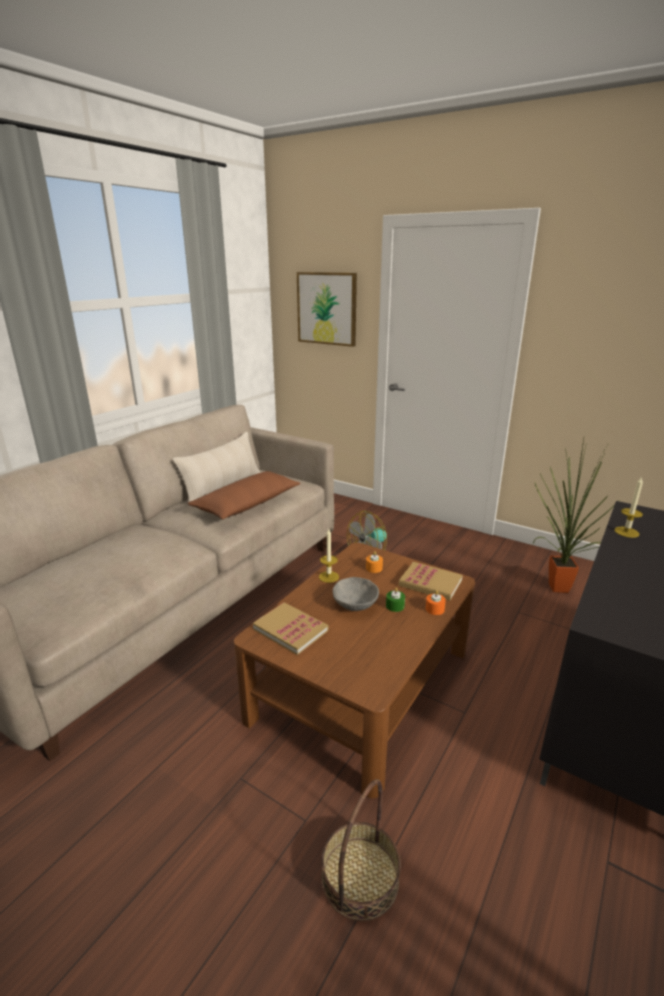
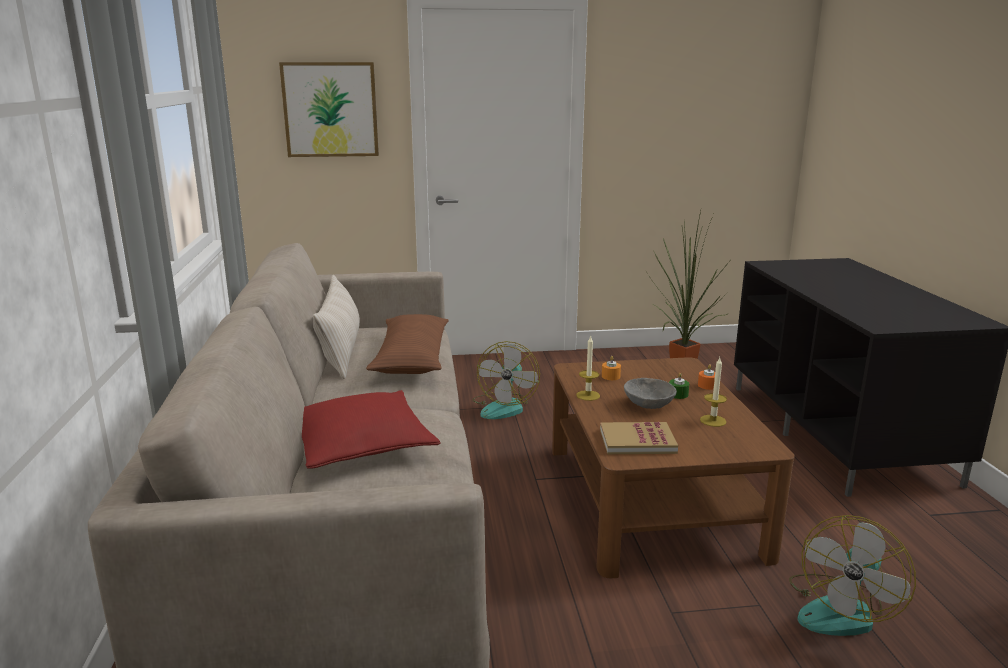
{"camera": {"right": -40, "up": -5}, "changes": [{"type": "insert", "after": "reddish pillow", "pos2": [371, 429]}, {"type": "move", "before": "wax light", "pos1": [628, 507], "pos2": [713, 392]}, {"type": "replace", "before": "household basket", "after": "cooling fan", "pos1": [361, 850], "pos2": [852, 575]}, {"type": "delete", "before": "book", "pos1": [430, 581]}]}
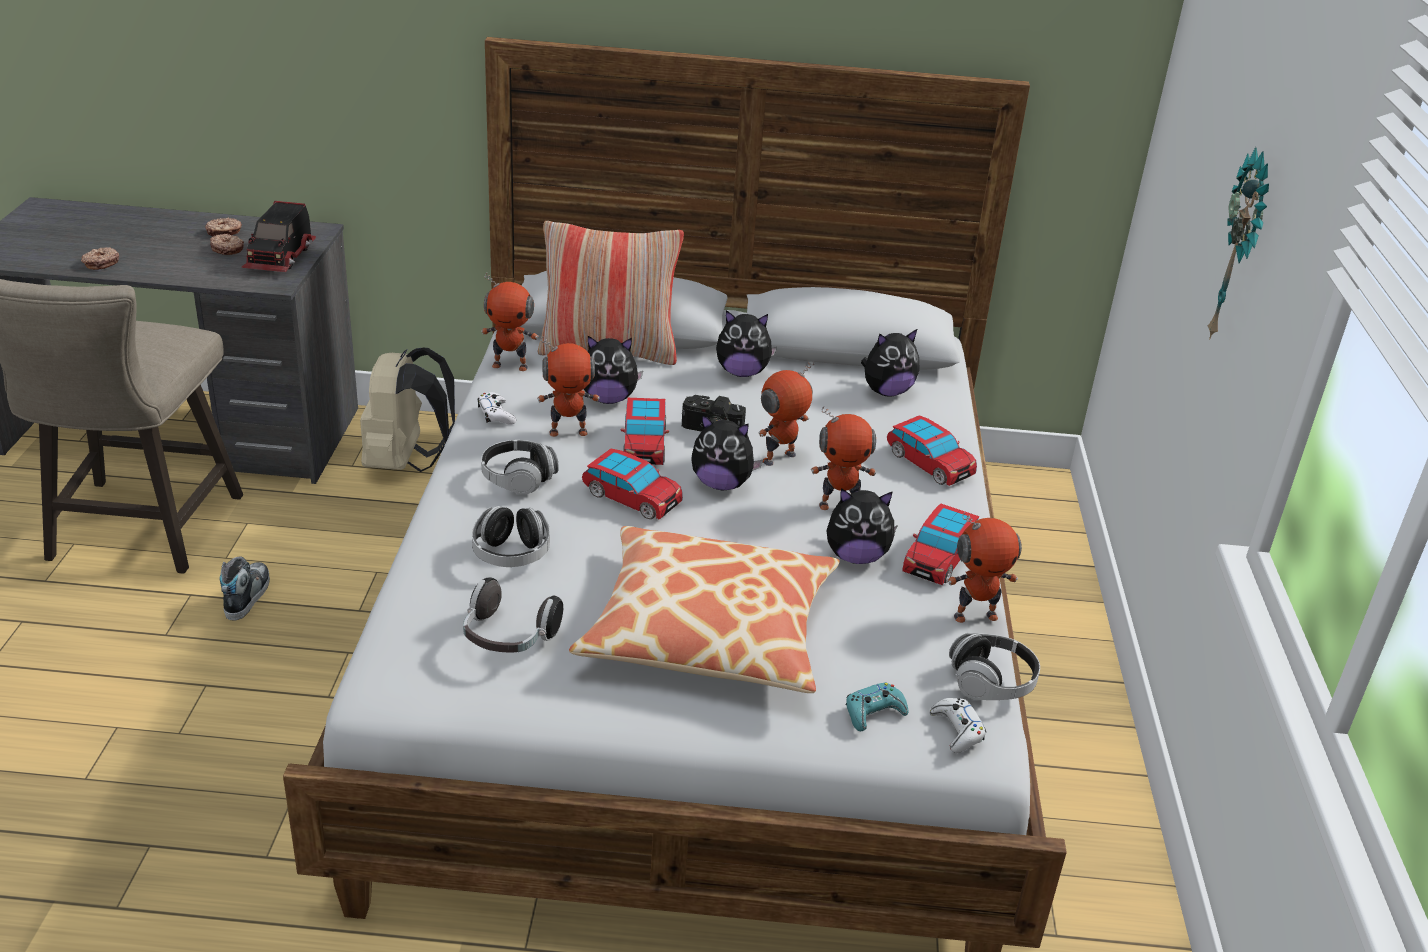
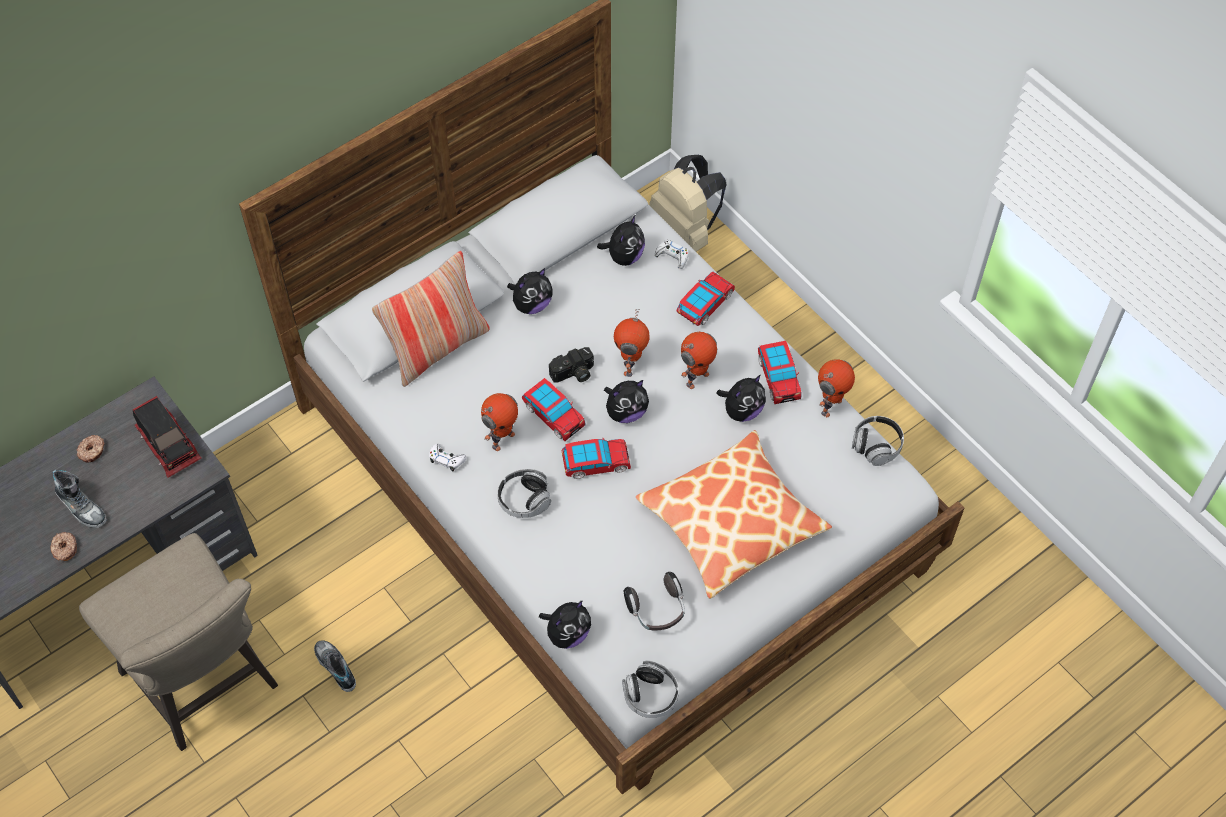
{"camera": {"right": -40, "up": 25}, "changes": [{"type": "insert", "after": "item of footwear", "pos2": [79, 498]}, {"type": "move", "before": "plush toy", "pos1": [613, 370], "pos2": [565, 624]}, {"type": "move", "before": "headset", "pos1": [511, 536], "pos2": [650, 689]}, {"type": "move", "before": "beige-coloured rucksack", "pos1": [407, 410], "pos2": [688, 203]}, {"type": "move", "before": "white gamepad", "pos1": [957, 725], "pos2": [671, 254]}, {"type": "rotate", "before": "model car", "pos1": [932, 450], "pos2": [705, 299], "turn": -60}, {"type": "delete", "before": "donut", "pos1": [227, 244]}, {"type": "delete", "before": "toy robot", "pos1": [510, 321]}, {"type": "delete", "before": "turquoise gamepad", "pos1": [877, 707]}, {"type": "delete", "before": "clock on the wall", "pos1": [1238, 243]}]}
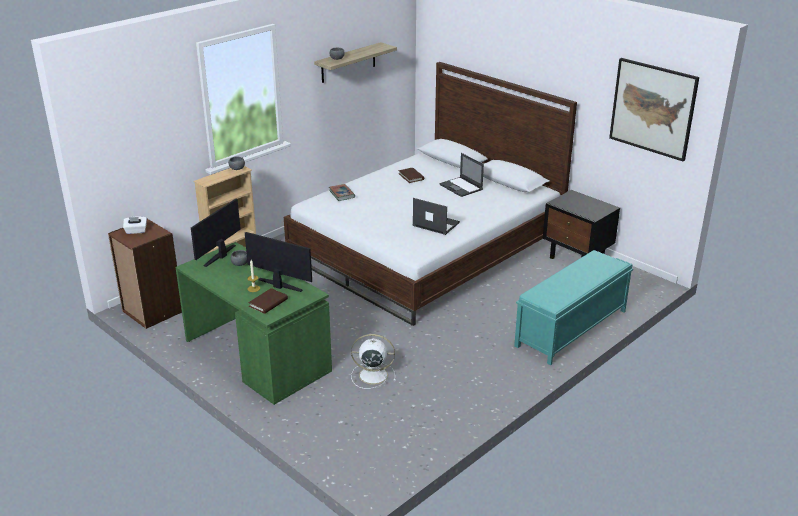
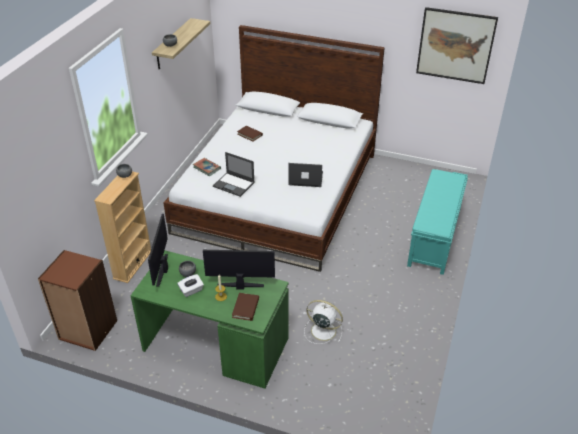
{"camera": {"right": -25, "up": 10}, "changes": [{"type": "move", "before": "white tissue holder", "pos1": [135, 225], "pos2": [191, 285]}, {"type": "move", "before": "portable computer", "pos1": [462, 175], "pos2": [234, 174]}, {"type": "rotate", "before": "white cooling fan", "pos1": [373, 361], "pos2": [323, 322], "turn": 45}, {"type": "delete", "before": "blackish bedside table", "pos1": [581, 224]}]}
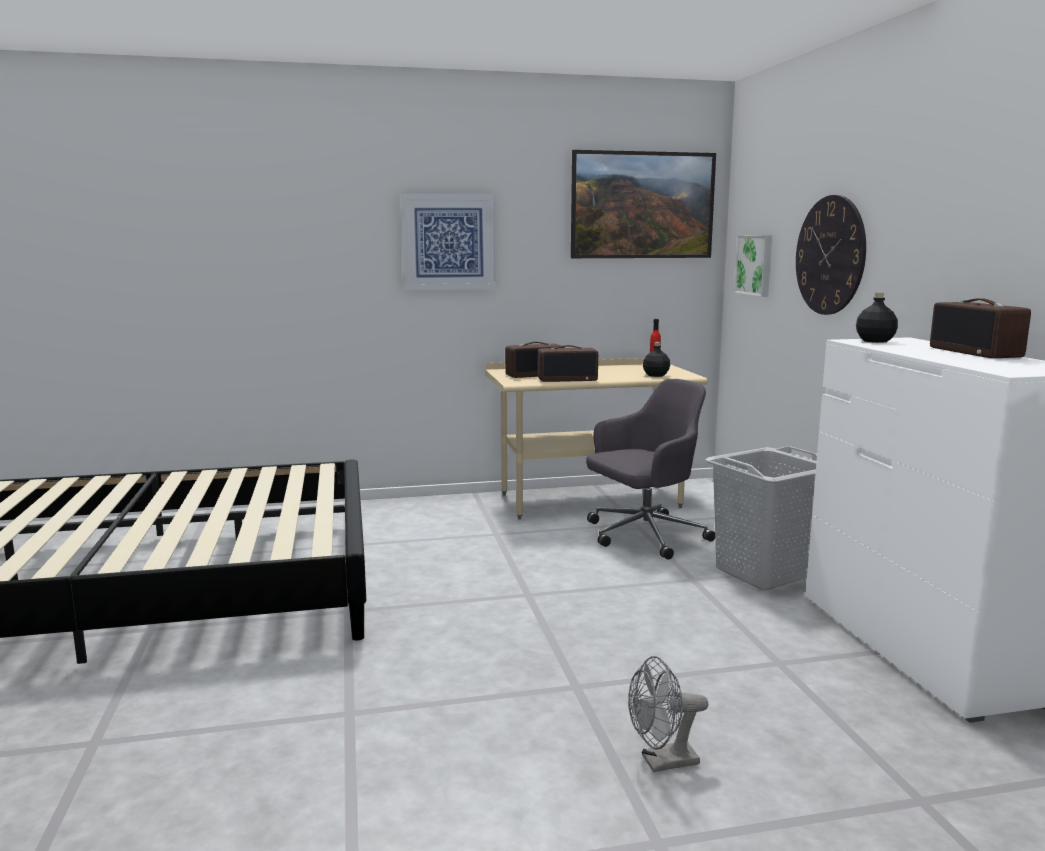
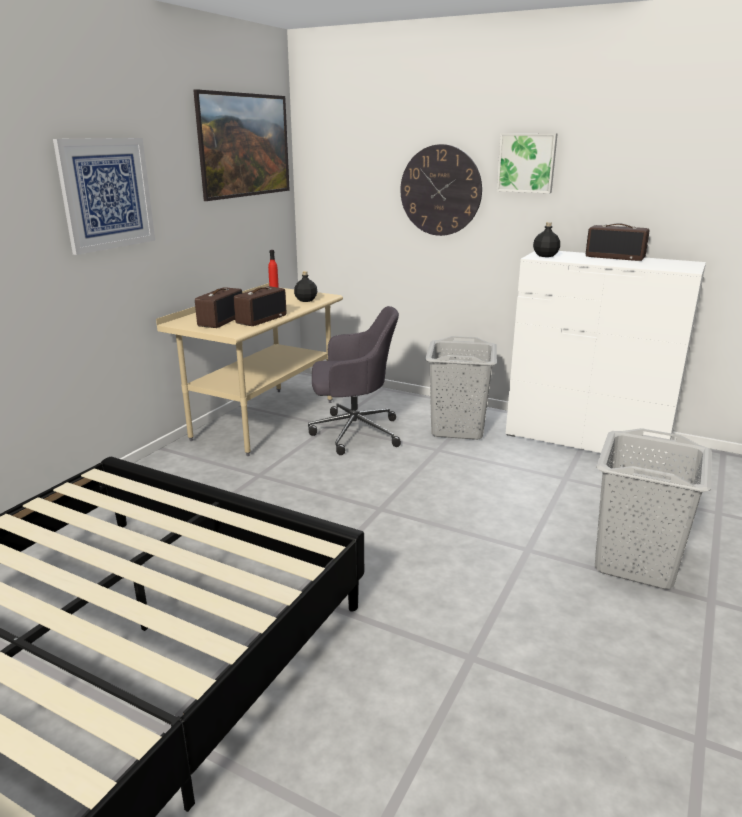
{"camera": {"right": -50, "up": 10}, "changes": [{"type": "rotate", "before": "gray computer chair", "pos1": [650, 469], "pos2": [354, 380], "turn": 75}, {"type": "move", "before": "picture", "pos1": [753, 266], "pos2": [527, 163]}, {"type": "replace", "before": "gray cooling fan", "after": "gray washing basket", "pos1": [668, 714], "pos2": [653, 508]}]}
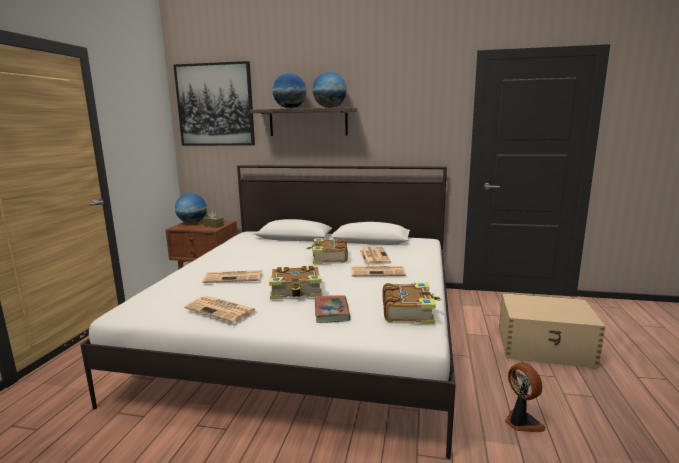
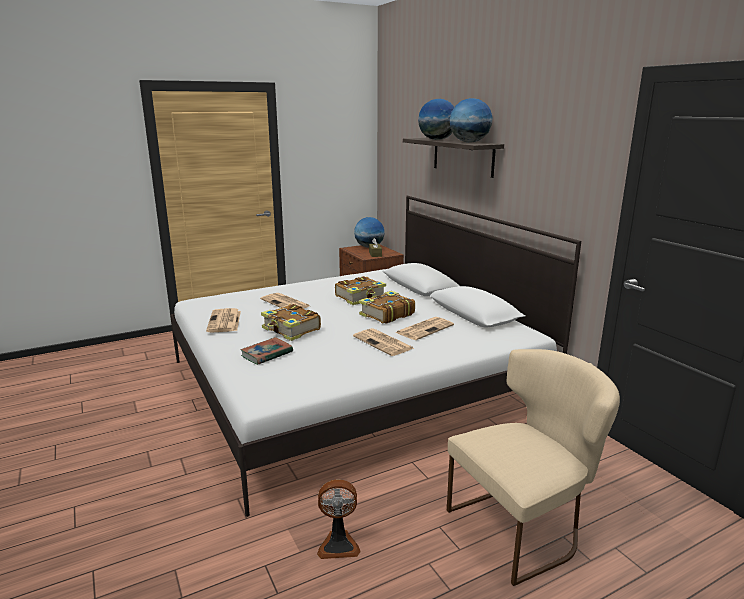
{"camera": {"right": 50, "up": 5}, "changes": [{"type": "rotate", "before": "cooling fan", "pos1": [525, 397], "pos2": [338, 519], "turn": 60}, {"type": "move", "before": "book", "pos1": [412, 303], "pos2": [360, 290]}, {"type": "replace", "before": "beige-coloured storage box", "after": "beige-coloured upright chair", "pos1": [552, 331], "pos2": [533, 467]}, {"type": "delete", "before": "picture", "pos1": [214, 103]}]}
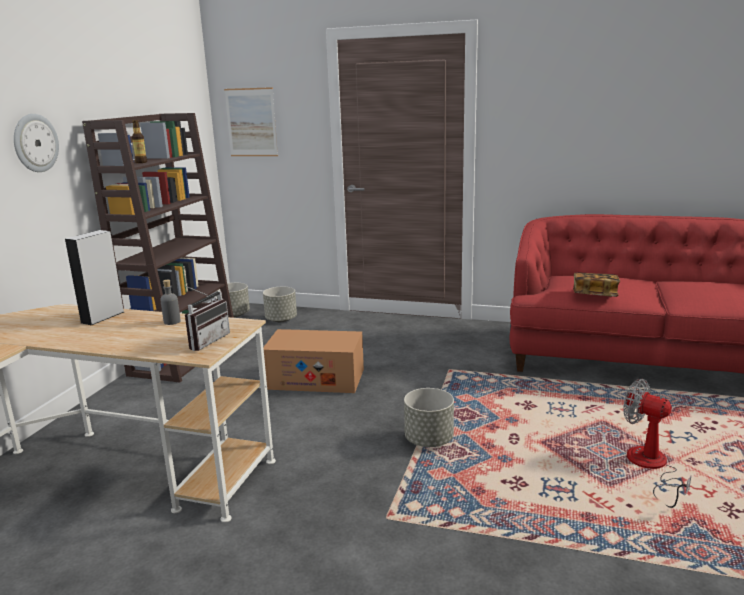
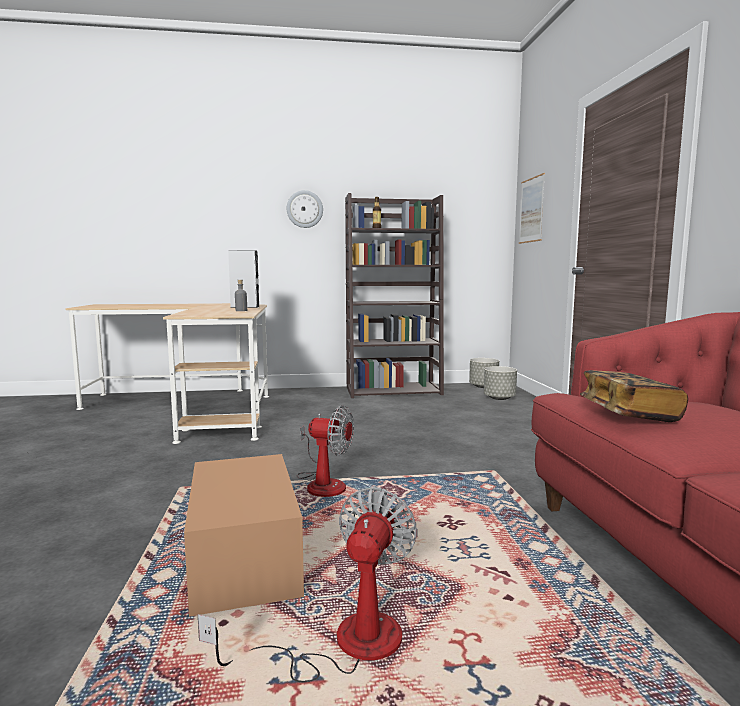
{"camera": {"right": 65, "up": -10}, "changes": [{"type": "move", "before": "packing box", "pos1": [313, 361], "pos2": [244, 535]}, {"type": "replace", "before": "gray plant pot", "after": "cooling fan", "pos1": [429, 417], "pos2": [325, 451]}, {"type": "delete", "before": "radio receiver", "pos1": [207, 318]}]}
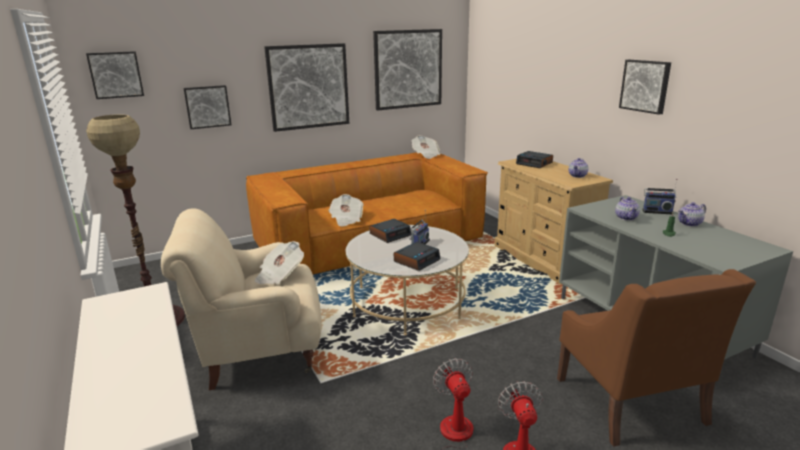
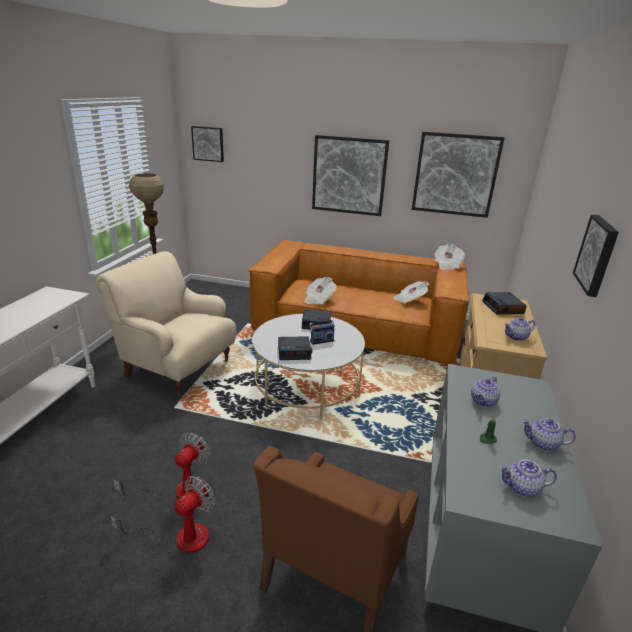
{"camera": {"right": 40, "up": 5}, "changes": [{"type": "move", "before": "printed paper", "pos1": [279, 263], "pos2": [411, 292]}, {"type": "insert", "after": "pot for tea", "pos2": [528, 478]}, {"type": "delete", "before": "picture", "pos1": [207, 107]}, {"type": "delete", "before": "radio receiver", "pos1": [659, 196]}]}
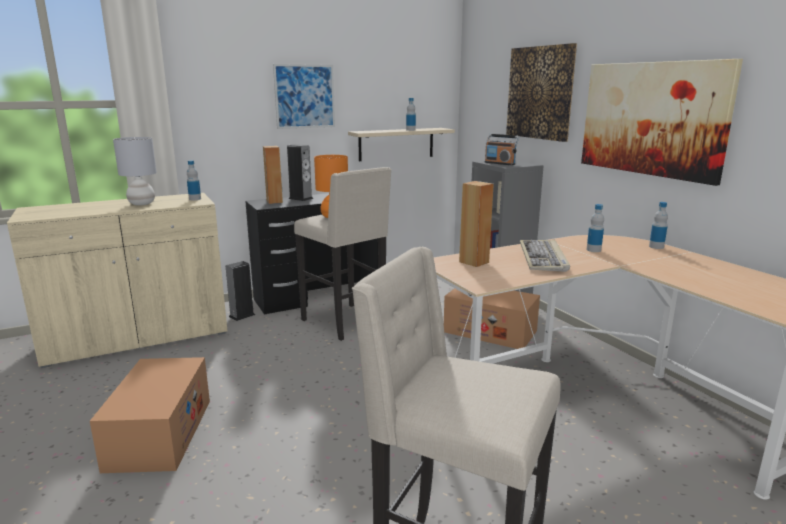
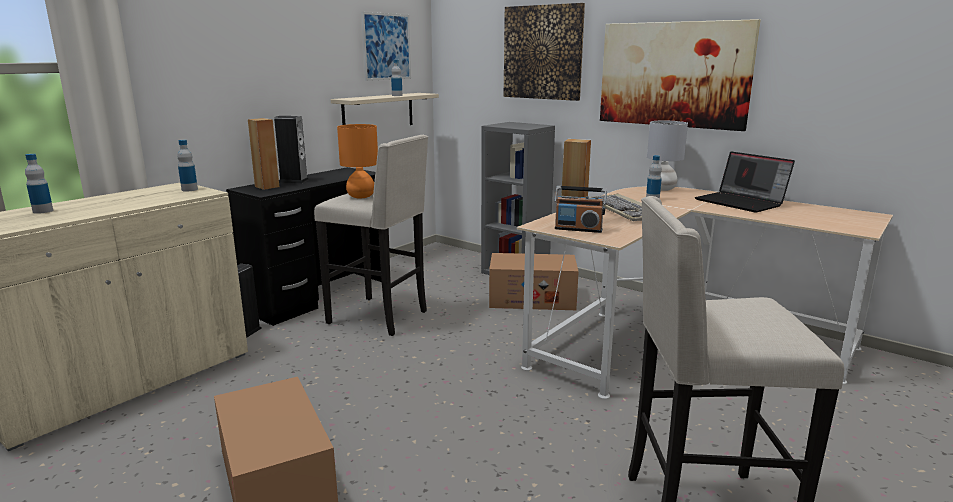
{"camera": {"right": -25, "up": 0}, "changes": [{"type": "move", "before": "beverage bottle", "pos1": [658, 225], "pos2": [39, 184]}, {"type": "move", "before": "picture", "pos1": [304, 96], "pos2": [386, 46]}, {"type": "move", "before": "radio receiver", "pos1": [502, 149], "pos2": [580, 209]}, {"type": "move", "before": "gray lamp for a table", "pos1": [135, 171], "pos2": [667, 156]}, {"type": "insert", "after": "portable computer", "pos2": [745, 181]}]}
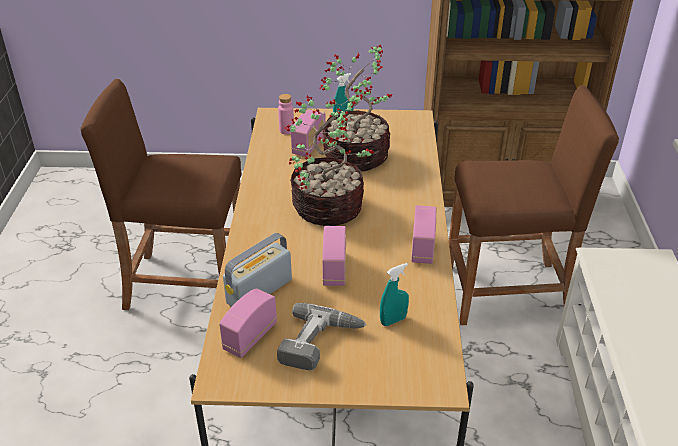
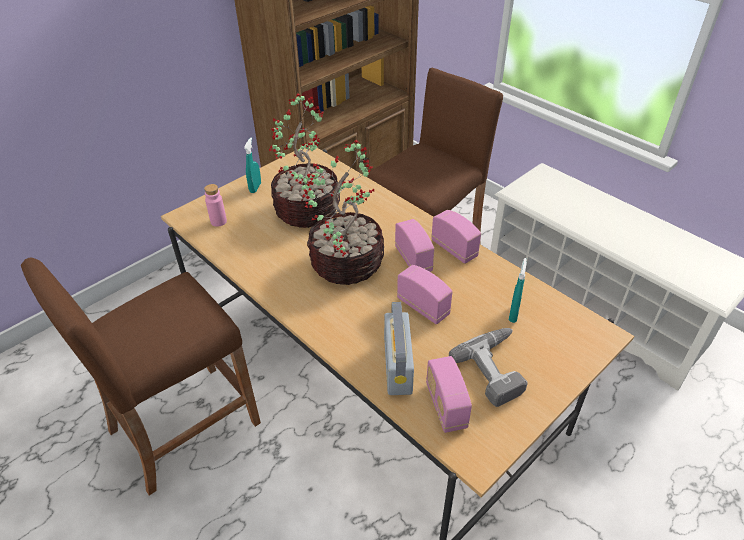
{"camera": {"right": -45, "up": 5}, "changes": [{"type": "move", "before": "radio receiver", "pos1": [308, 133], "pos2": [414, 245]}]}
